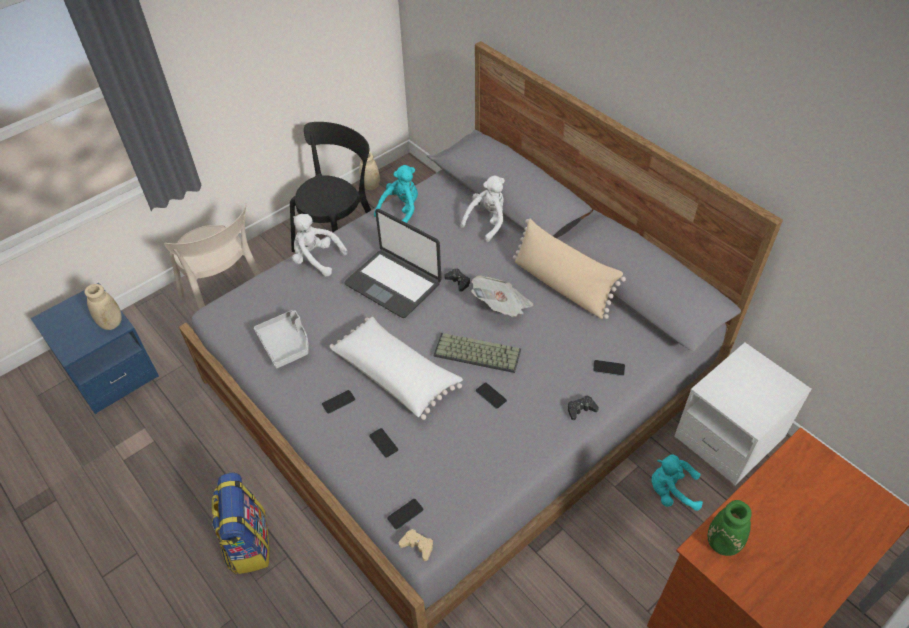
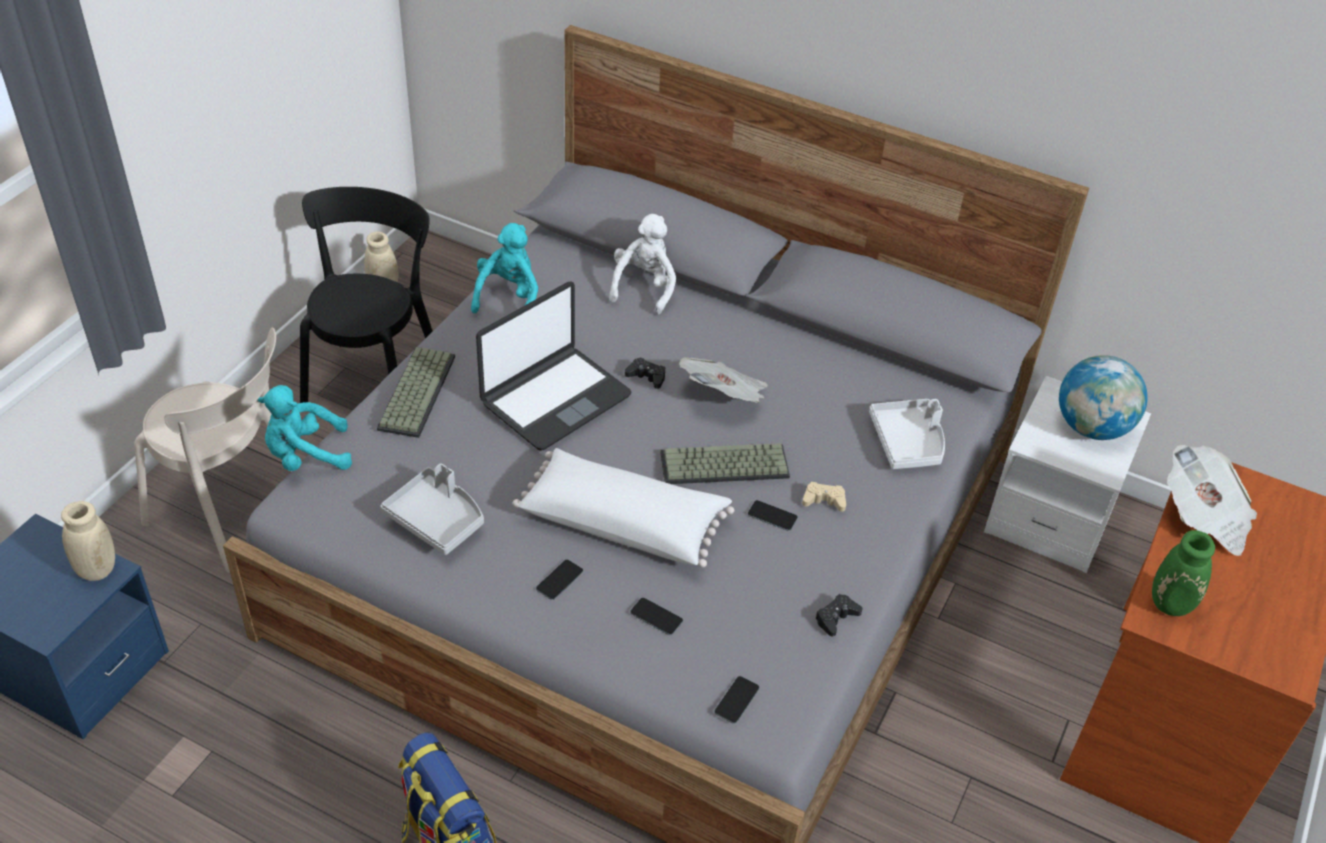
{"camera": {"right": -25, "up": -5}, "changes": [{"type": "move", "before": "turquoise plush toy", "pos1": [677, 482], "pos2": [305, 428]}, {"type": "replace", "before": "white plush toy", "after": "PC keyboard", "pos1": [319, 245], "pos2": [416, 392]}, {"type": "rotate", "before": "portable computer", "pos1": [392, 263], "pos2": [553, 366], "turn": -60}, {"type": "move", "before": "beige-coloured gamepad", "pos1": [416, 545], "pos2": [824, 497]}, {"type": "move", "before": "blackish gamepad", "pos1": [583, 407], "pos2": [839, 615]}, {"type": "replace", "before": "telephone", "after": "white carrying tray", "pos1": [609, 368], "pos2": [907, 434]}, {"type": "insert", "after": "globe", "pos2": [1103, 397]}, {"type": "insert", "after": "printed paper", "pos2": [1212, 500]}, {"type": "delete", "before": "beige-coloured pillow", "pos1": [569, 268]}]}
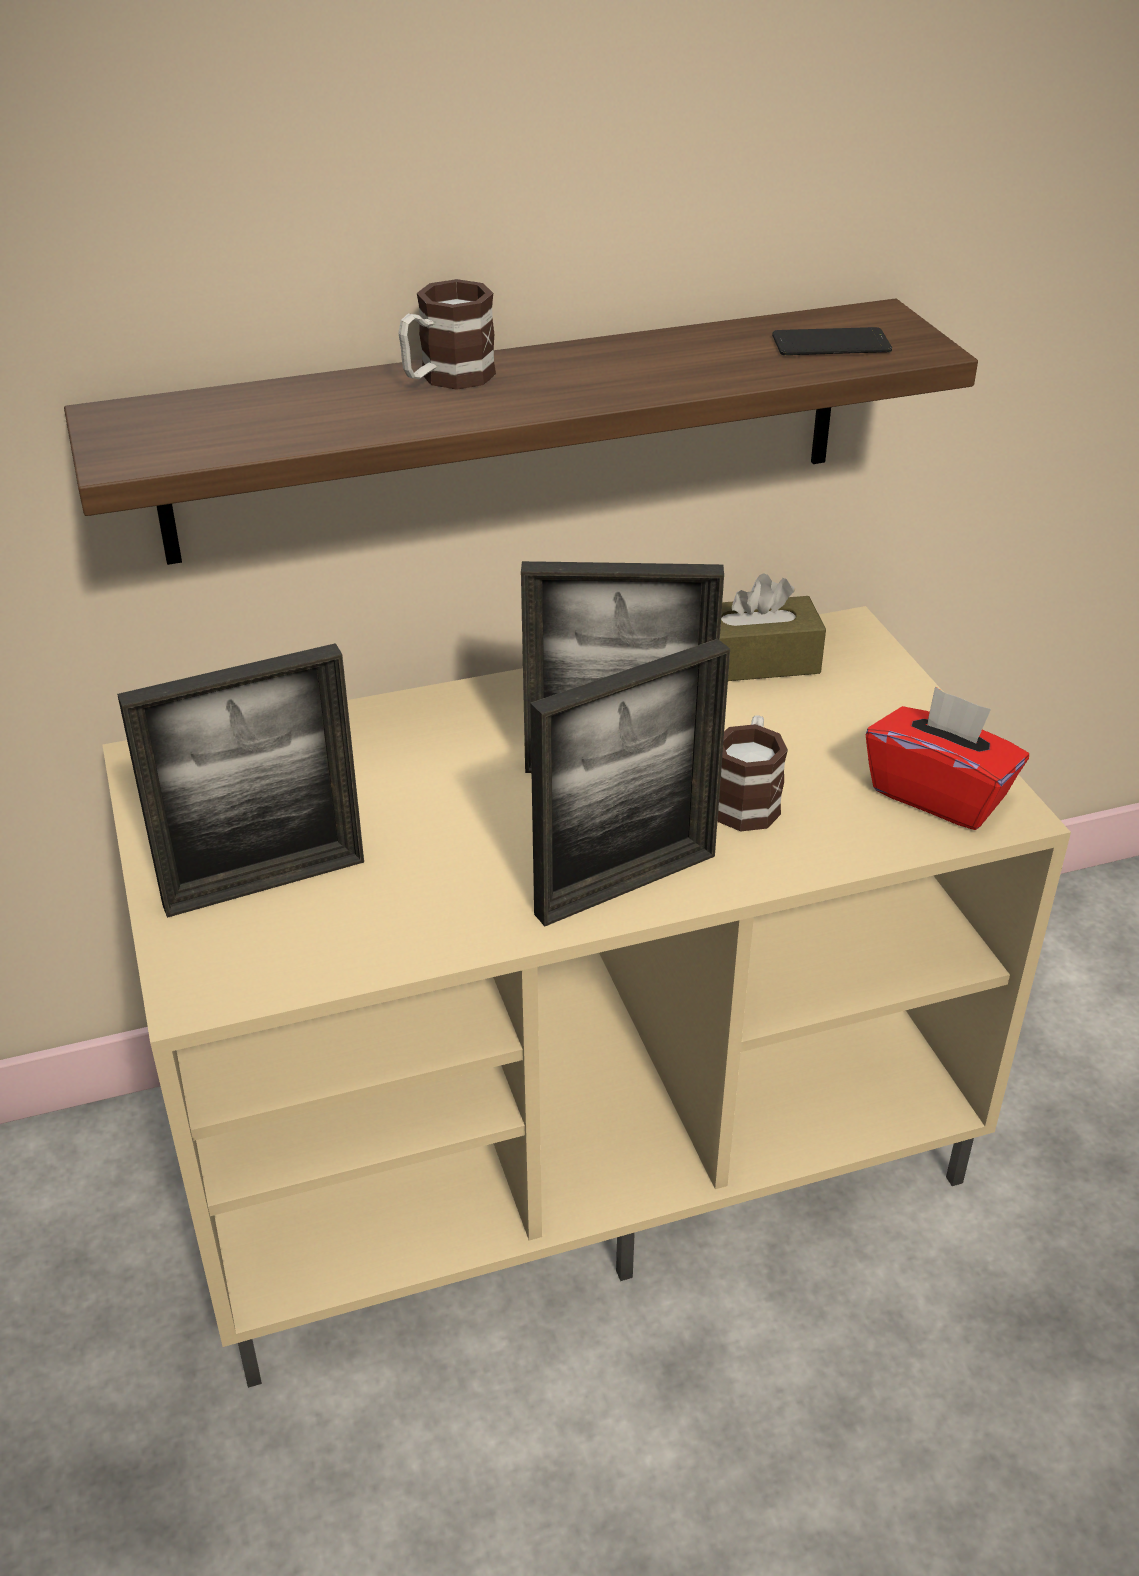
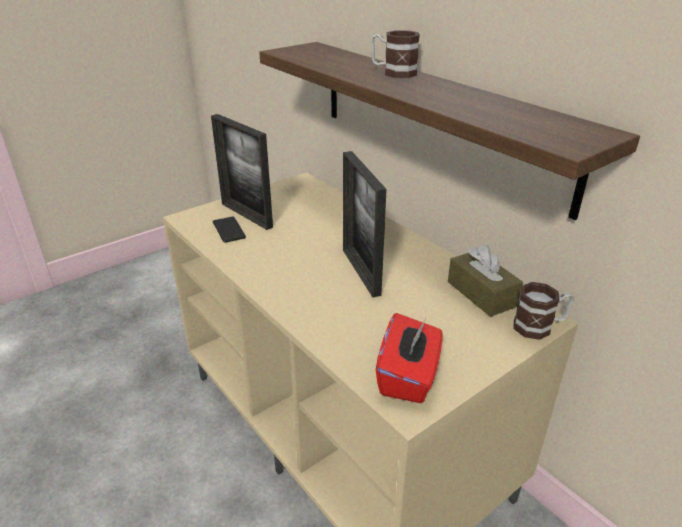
{"camera": {"right": 70, "up": -5}, "changes": [{"type": "move", "before": "telephone", "pos1": [832, 341], "pos2": [229, 230]}, {"type": "move", "before": "coffee mug", "pos1": [752, 773], "pos2": [544, 311]}, {"type": "delete", "before": "picture frame", "pos1": [630, 782]}]}
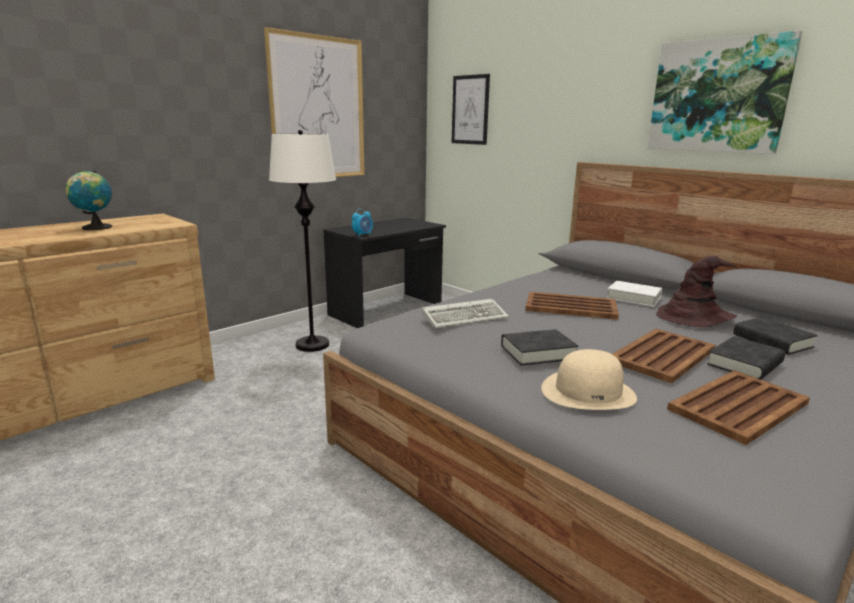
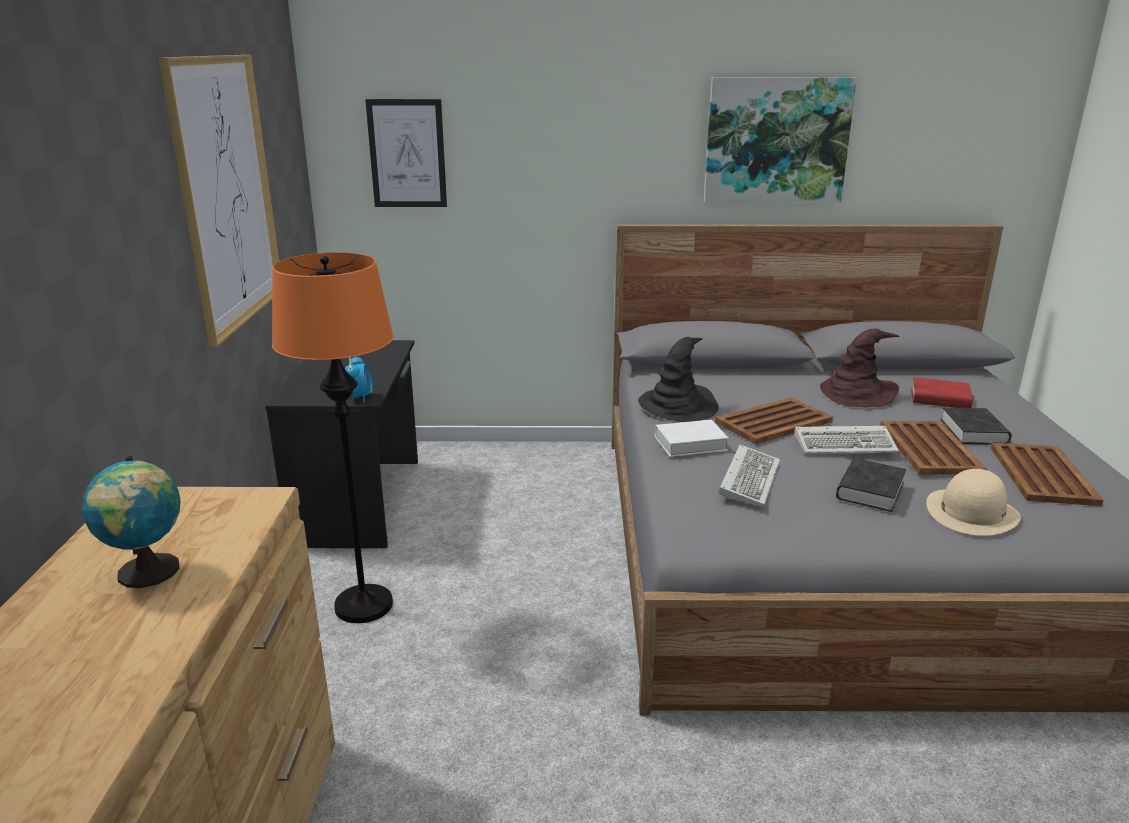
{"camera": {"right": -45, "up": 5}, "changes": [{"type": "recolor", "before": "white floor lamp", "after": "orange-coloured floor lamp", "pos1": [302, 241], "pos2": [332, 437]}, {"type": "insert", "after": "blackish wearable hat", "pos2": [678, 379]}, {"type": "move", "before": "white book", "pos1": [634, 294], "pos2": [692, 438]}, {"type": "insert", "after": "PC keyboard", "pos2": [847, 440]}, {"type": "recolor", "before": "blackish book", "after": "reddish book", "pos1": [775, 336], "pos2": [942, 392]}]}
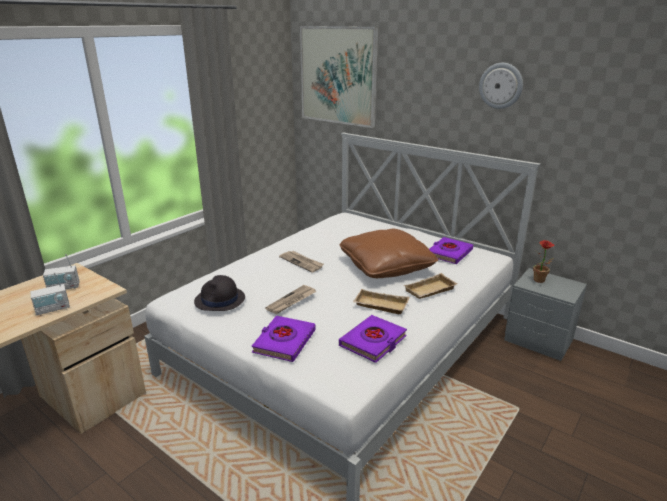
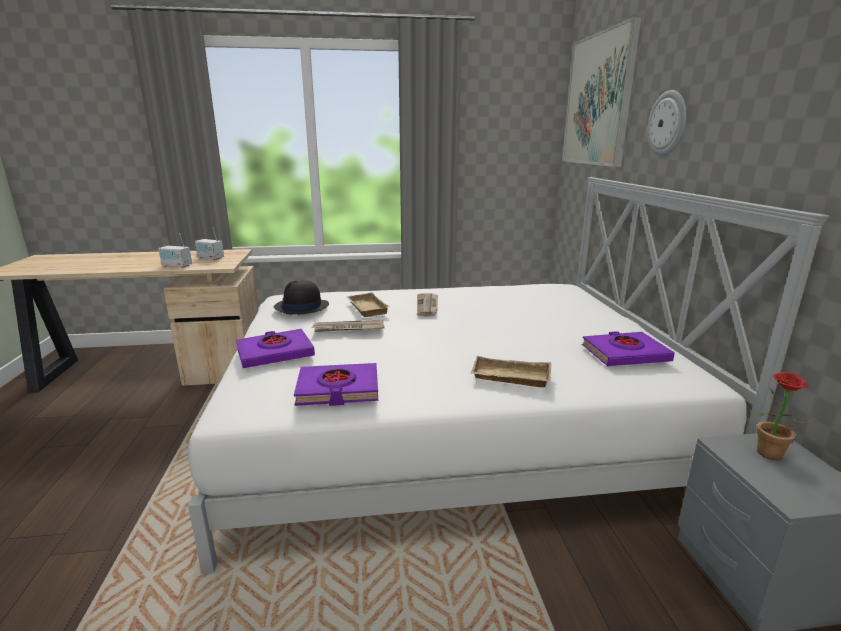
{"camera": {"right": 45, "up": -5}, "changes": [{"type": "move", "before": "beige-coloured carrying tray", "pos1": [381, 301], "pos2": [367, 304]}, {"type": "move", "before": "clock on the wall", "pos1": [501, 86], "pos2": [666, 123]}, {"type": "delete", "before": "brown pillow", "pos1": [388, 253]}]}
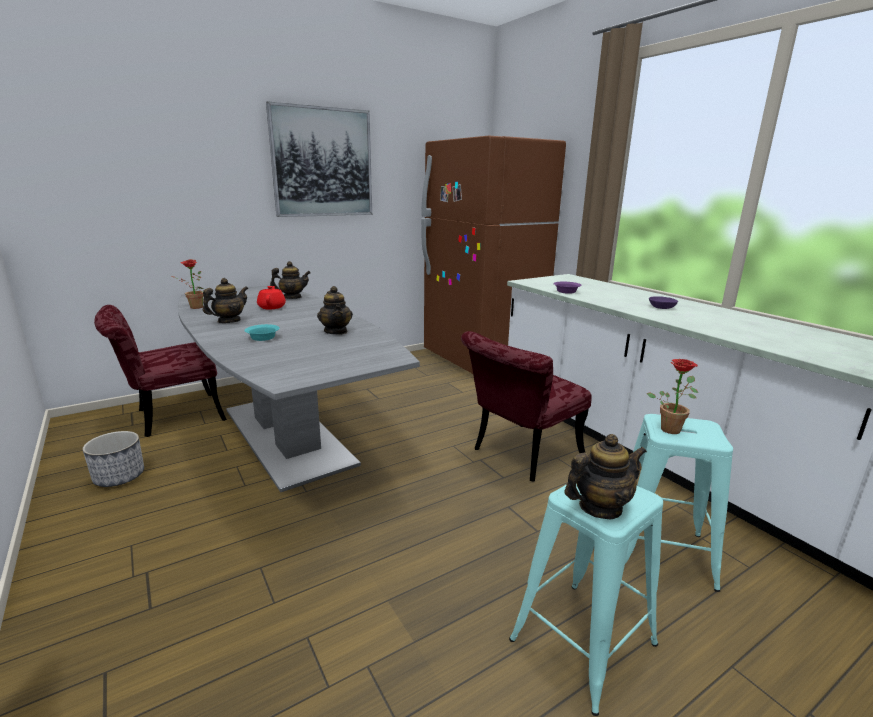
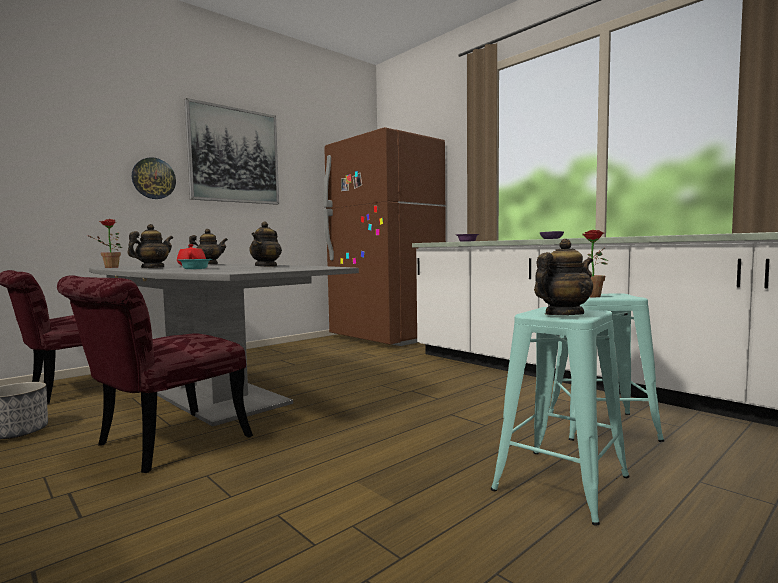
{"camera": {"right": -10, "up": -15}, "changes": [{"type": "move", "before": "reddish upright chair", "pos1": [526, 406], "pos2": [155, 374]}, {"type": "insert", "after": "clock on the wall", "pos2": [154, 178]}, {"type": "rotate", "before": "pot for tea", "pos1": [335, 310], "pos2": [265, 244], "turn": 45}]}
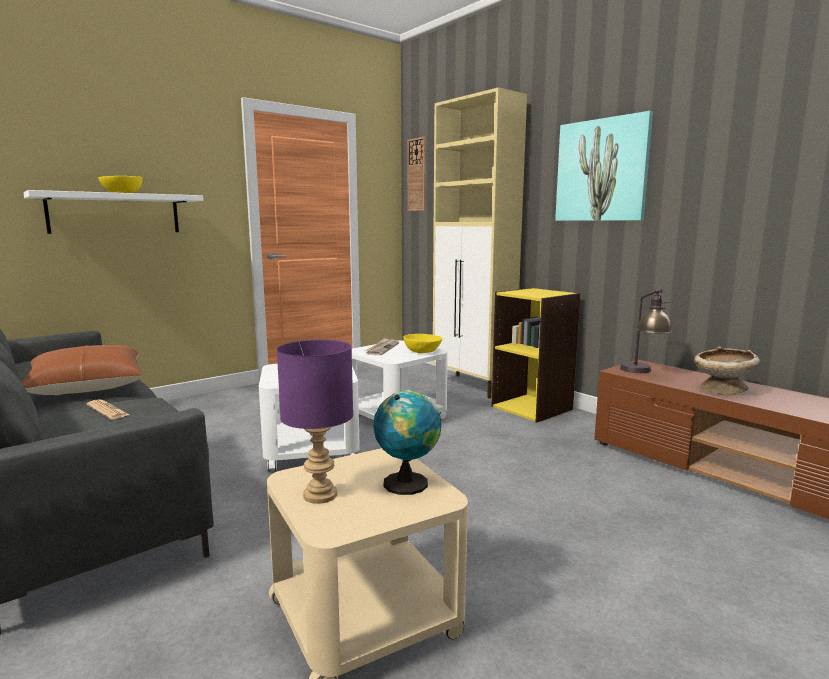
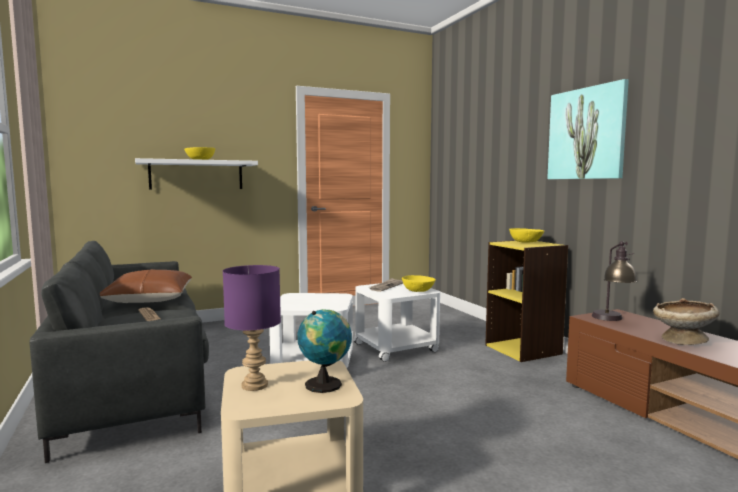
{"camera": {"right": 15, "up": -5}, "changes": [{"type": "insert", "after": "yellowish serving bowl", "pos2": [526, 235]}, {"type": "delete", "before": "clock on the wall", "pos1": [417, 174]}, {"type": "delete", "before": "beige-coloured cupboard", "pos1": [480, 243]}]}
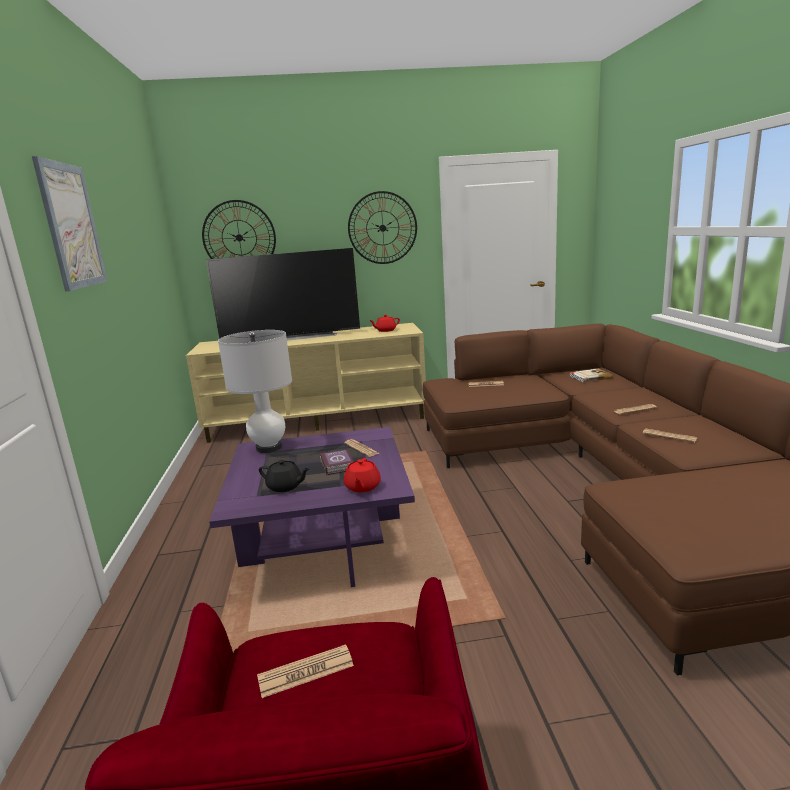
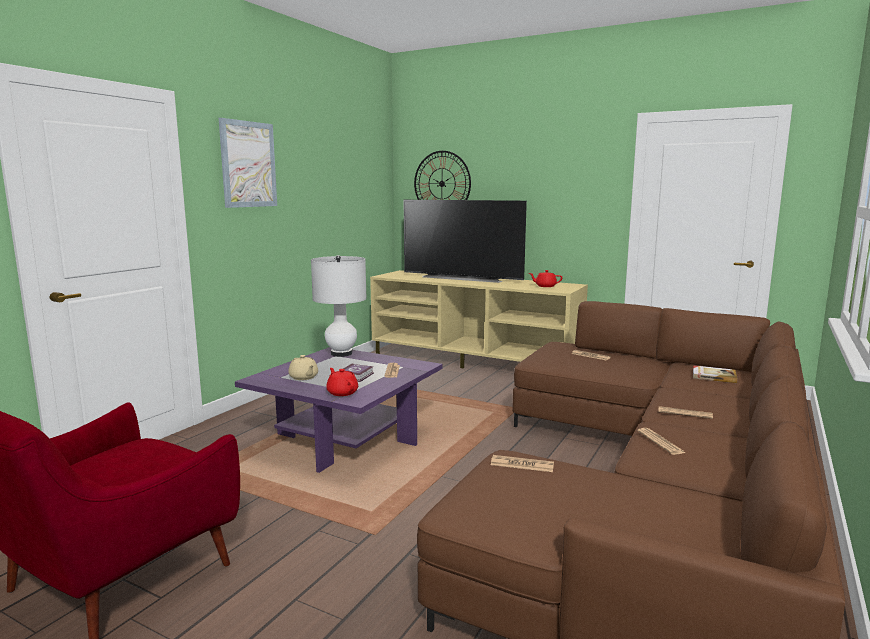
{"camera": {"right": 35, "up": -5}, "changes": [{"type": "recolor", "before": "blackish pot for tea", "after": "beige-coloured pot for tea", "pos1": [284, 476], "pos2": [303, 367]}, {"type": "rotate", "before": "reddish pot for tea", "pos1": [362, 475], "pos2": [342, 382], "turn": 105}, {"type": "move", "before": "printed paper", "pos1": [305, 671], "pos2": [522, 463]}, {"type": "delete", "before": "clock on the wall", "pos1": [382, 227]}]}
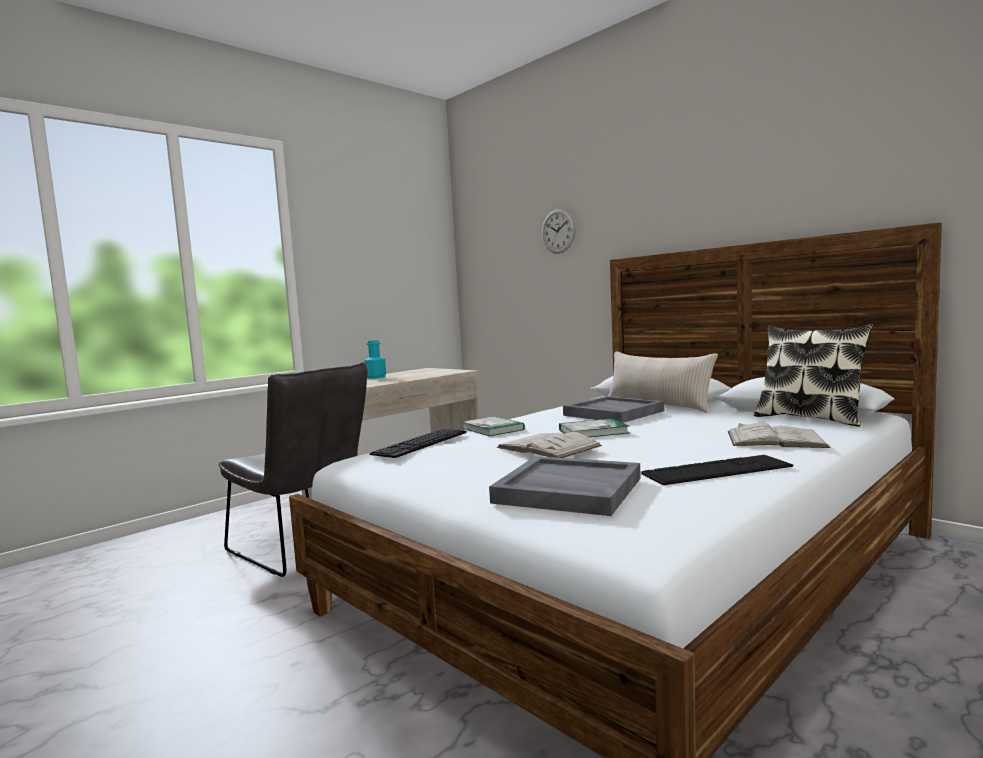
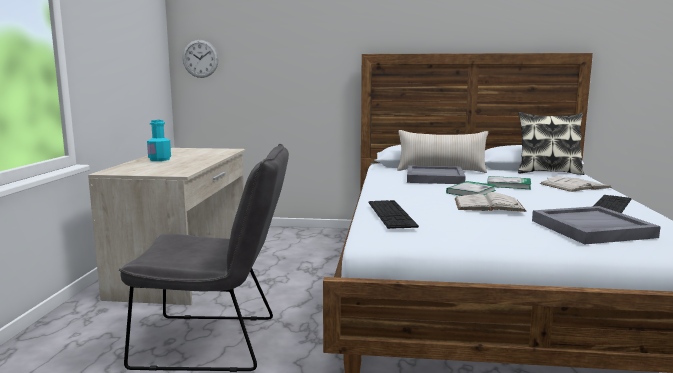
{"camera": {"right": -40, "up": 5}, "changes": [{"type": "move", "before": "clock on the wall", "pos1": [559, 231], "pos2": [201, 59]}, {"type": "move", "before": "book", "pos1": [493, 426], "pos2": [509, 182]}]}
